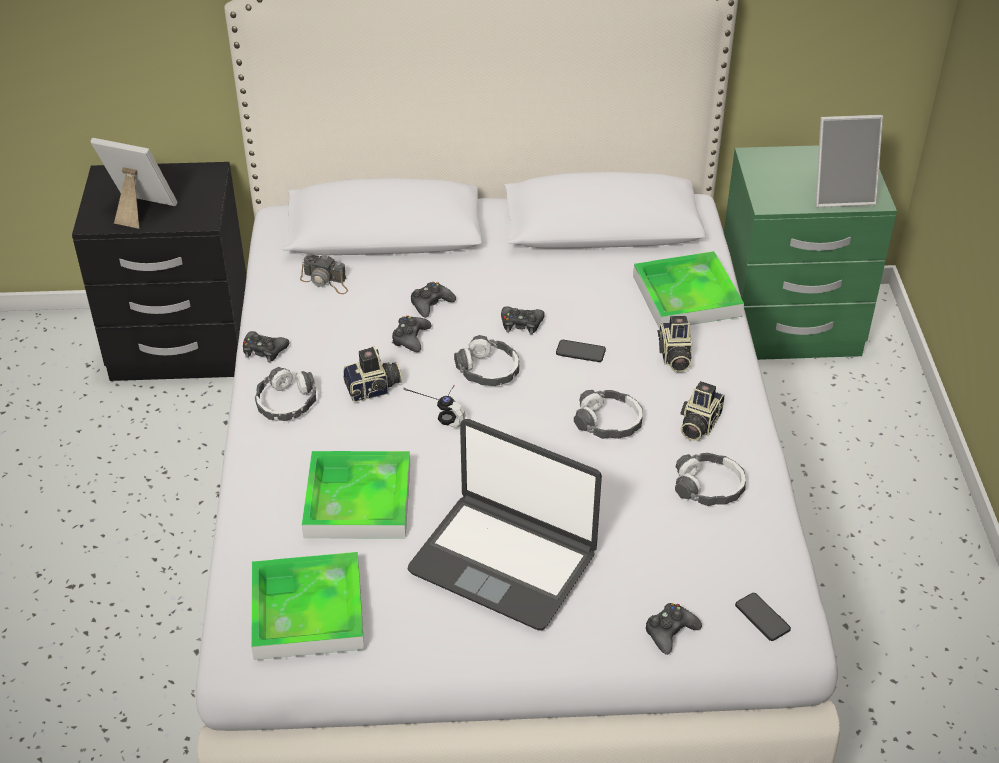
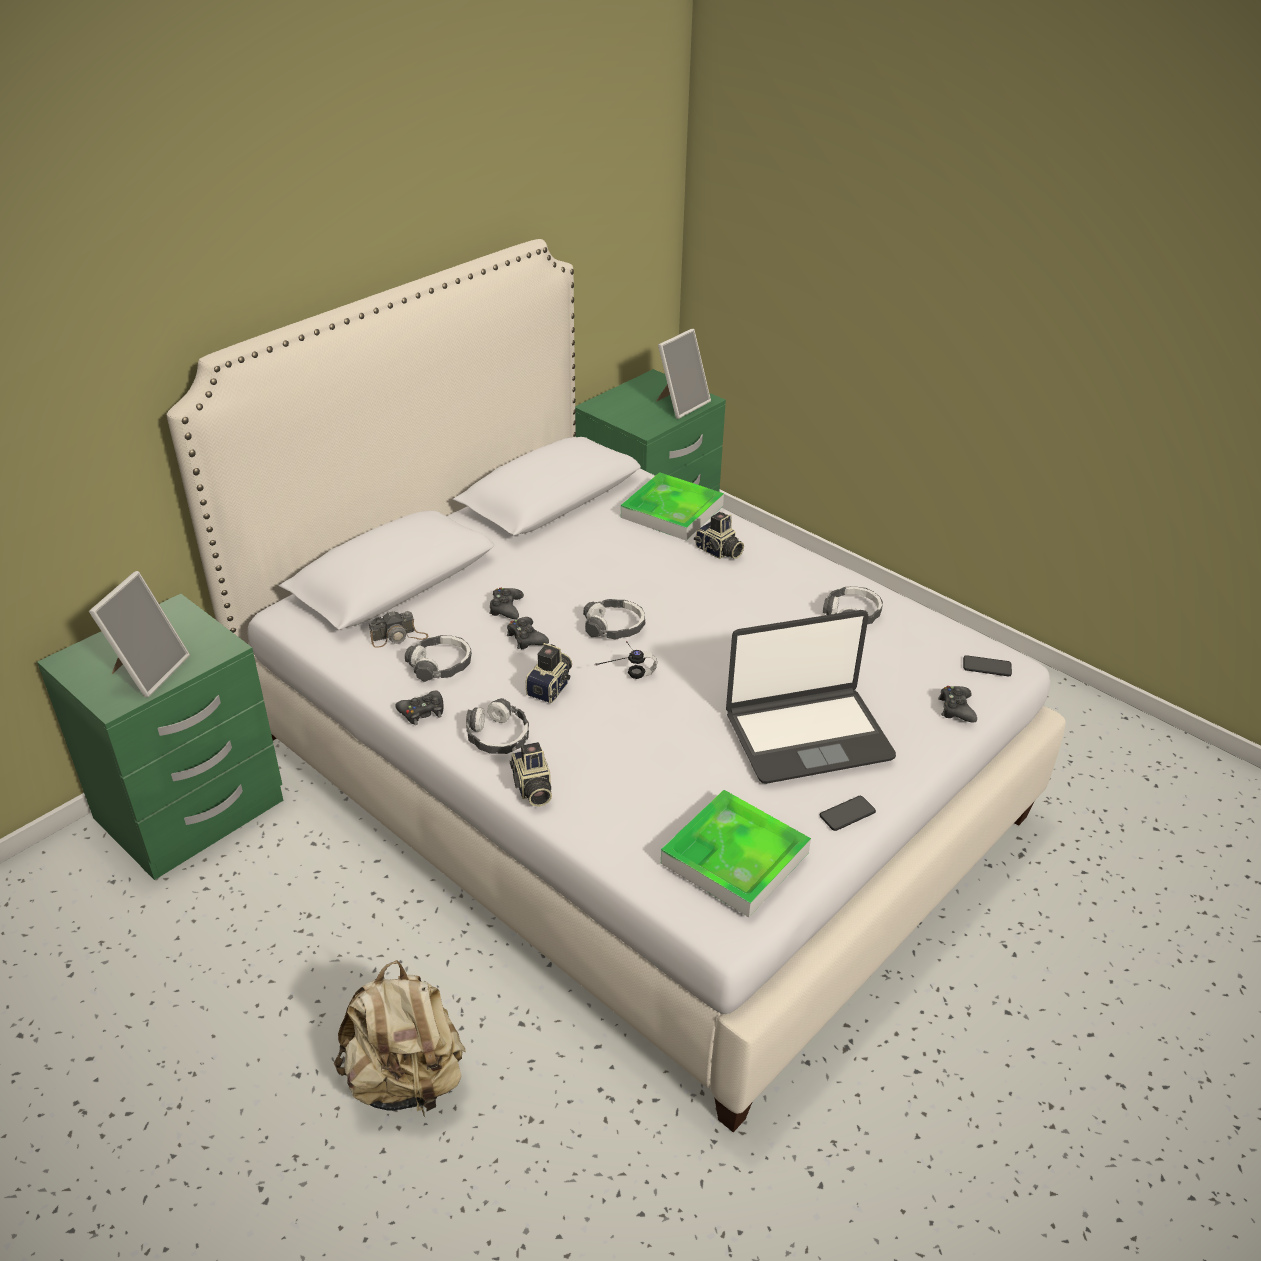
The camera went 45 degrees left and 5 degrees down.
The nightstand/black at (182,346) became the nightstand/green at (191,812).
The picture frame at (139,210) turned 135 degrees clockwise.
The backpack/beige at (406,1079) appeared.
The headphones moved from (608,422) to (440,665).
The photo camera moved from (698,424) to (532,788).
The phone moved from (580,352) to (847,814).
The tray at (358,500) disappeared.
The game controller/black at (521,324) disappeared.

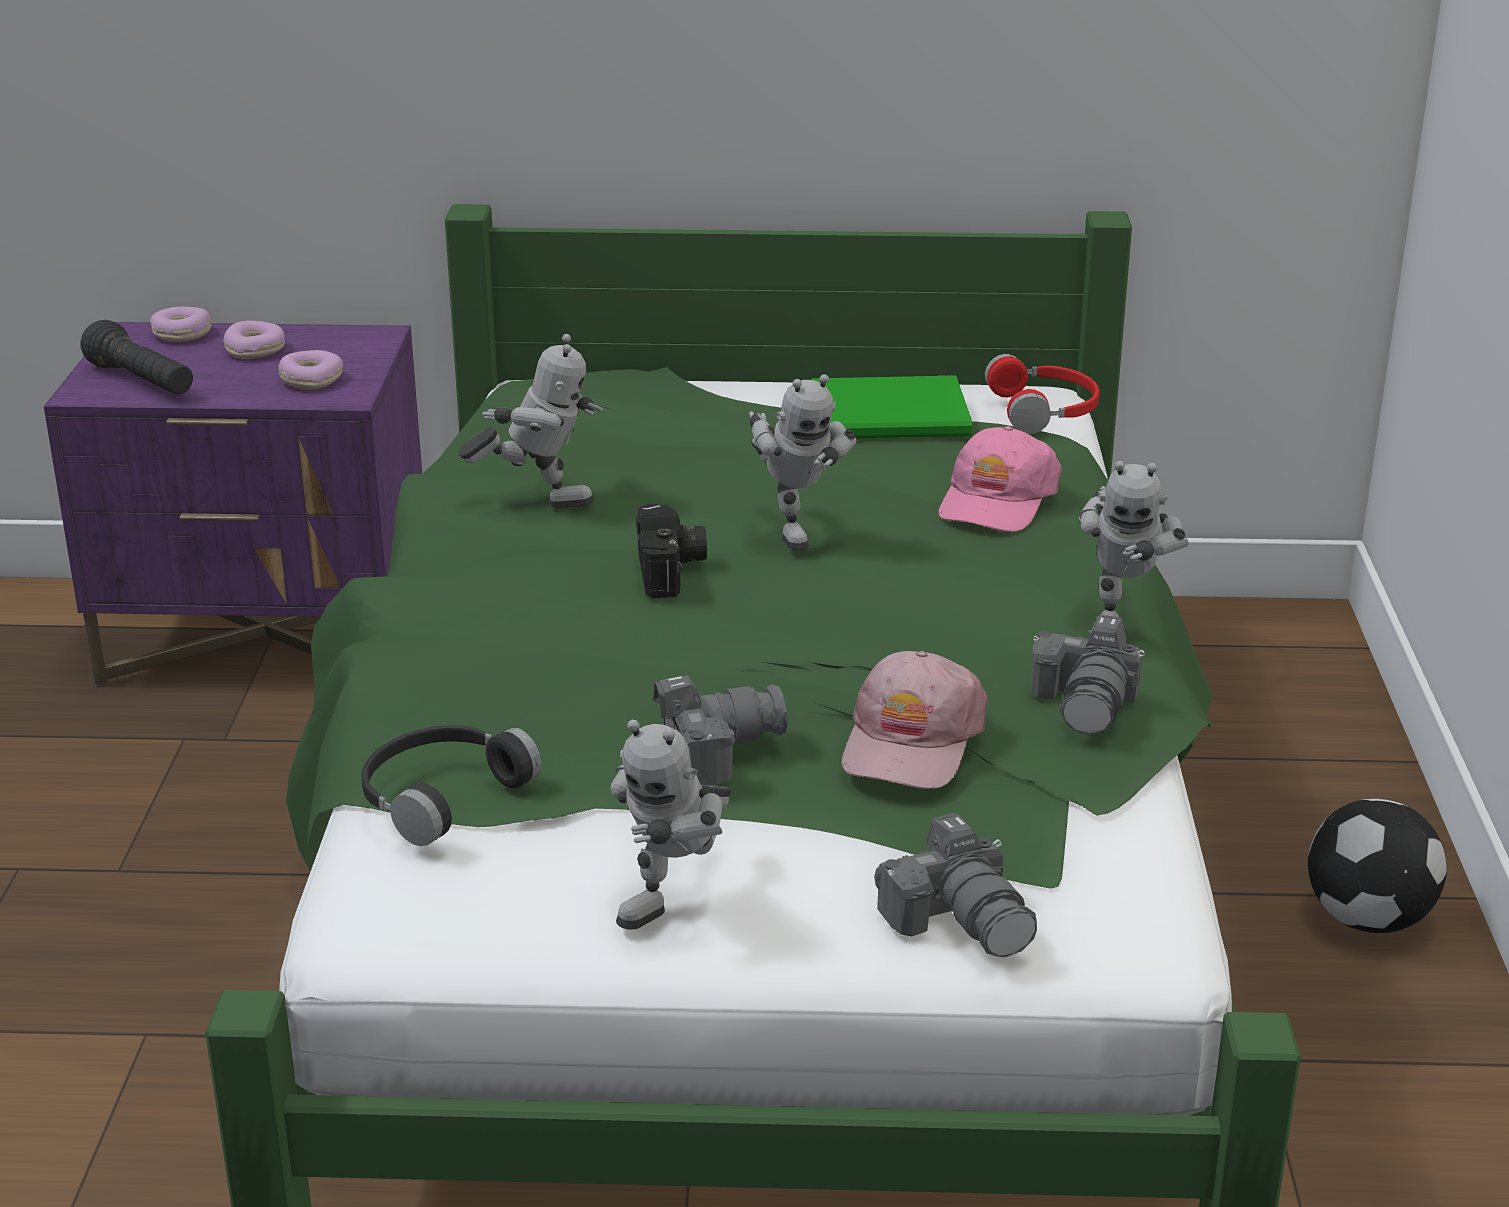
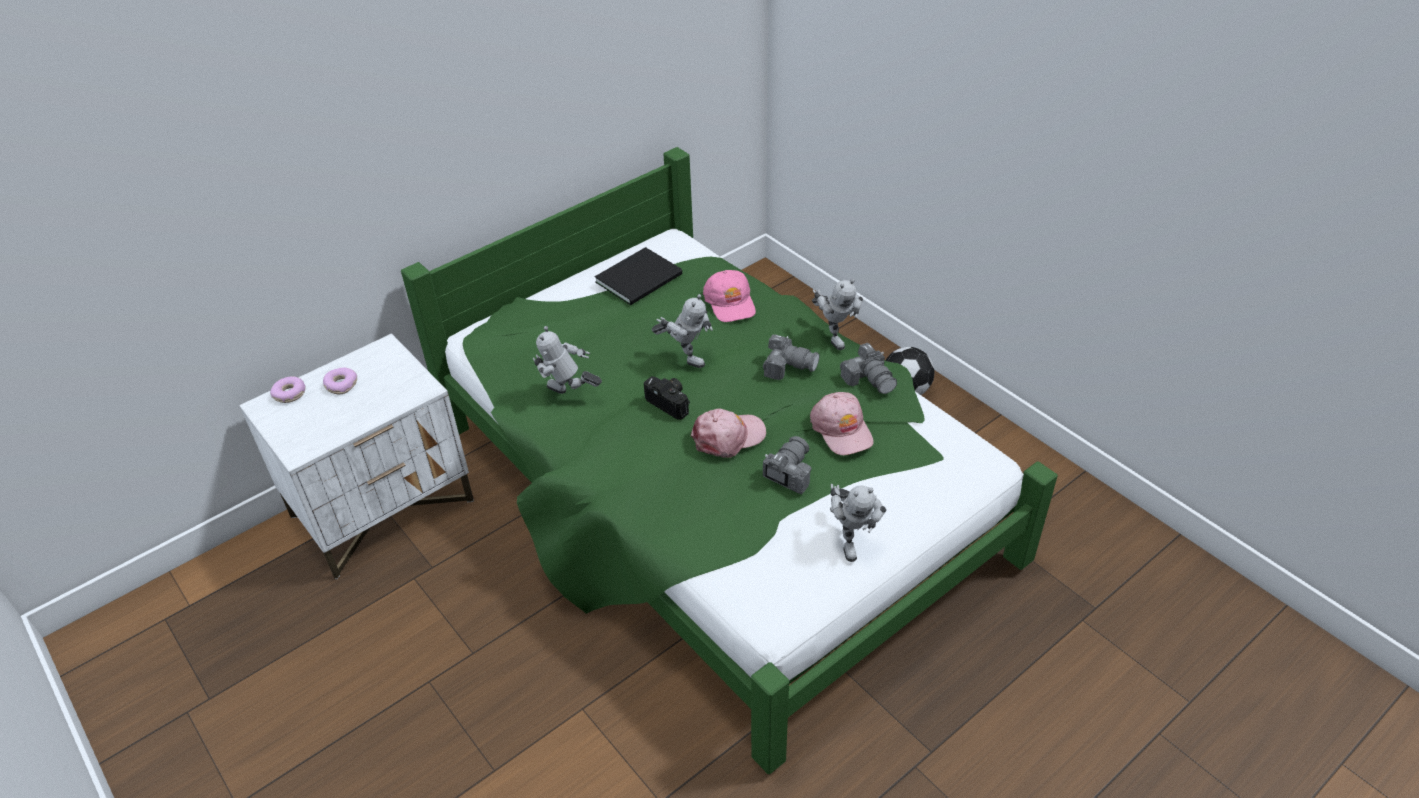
The camera went 40 degrees left and 15 degrees up.
The nightstand/purple at (270,638) became the nightstand/white at (383,508).
The toy robot at (539,501) turned 120 degrees counterclockwise.
The book/green at (894,415) became the book/black at (641,278).
The cap/pink at (728,437) appeared.
The photo camera moved from (960,919) to (788,366).
The flashlight/black at (142,382) disappeared.
The donut at (311,380) disappeared.
The headphones/black at (439,795) disappeared.
The headphones/red at (1045,410) disappeared.

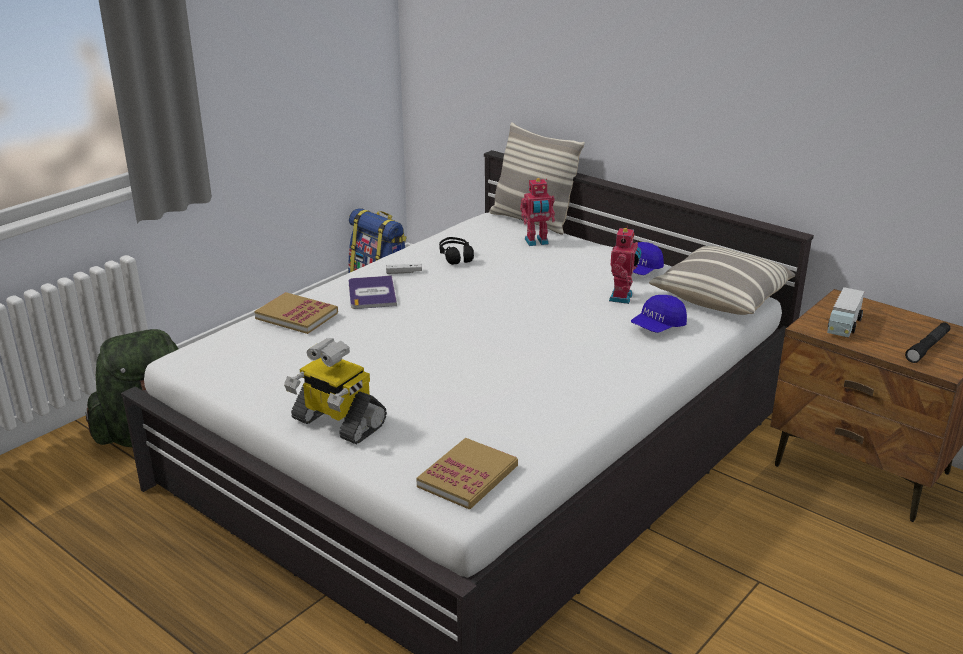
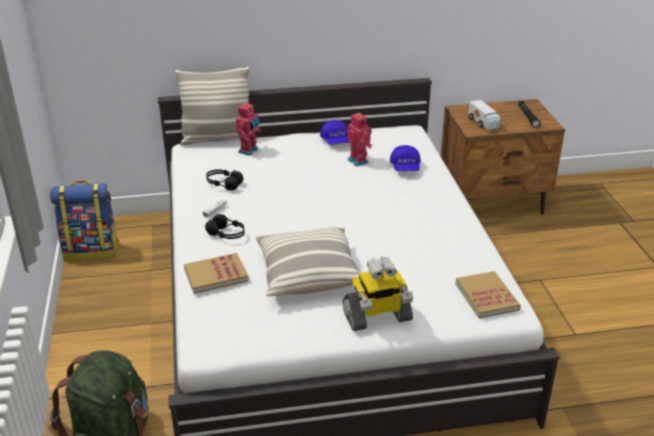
The camera went 50 degrees left and 5 degrees up.
The book at (372,293) was replaced by the headphones/black at (226,234).
The pillow moved from (722,297) to (308,274).

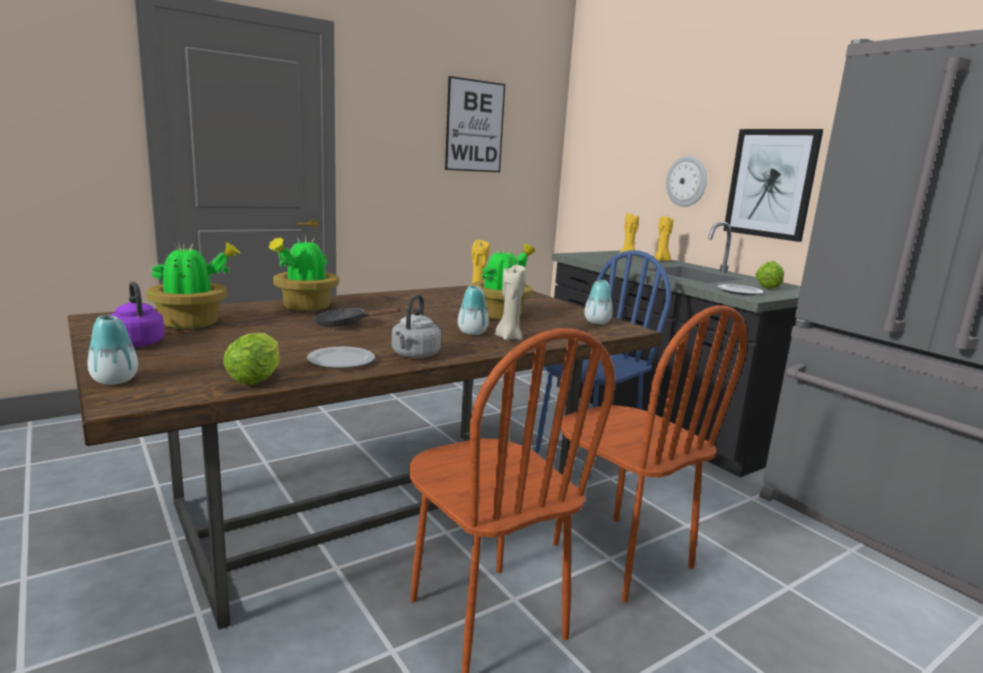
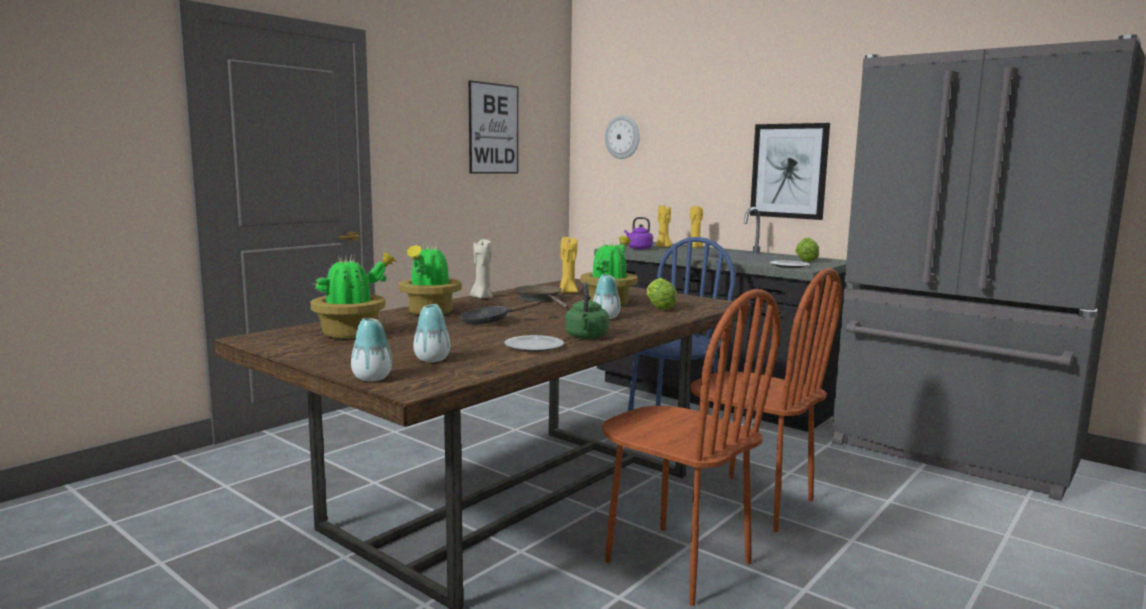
The camera went 15 degrees left and 5 degrees down.
The vase moved from (597,322) to (432,359).
The candle/beige moved from (508,338) to (481,297).
The frying pan/brown at (540,300) appeared.
The kettle/grey at (414,355) became the kettle/green at (586,337).
The wall clock moved from (687,181) to (622,137).
The kettle/purple moved from (137,343) to (638,248).
The lettuce moved from (257,377) to (658,307).

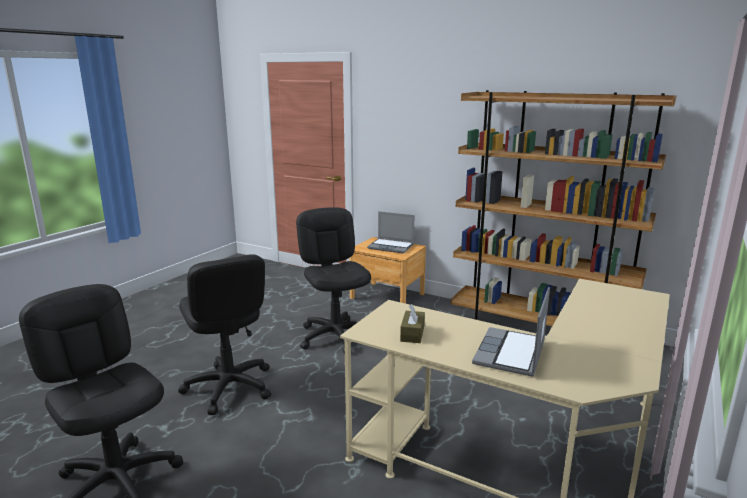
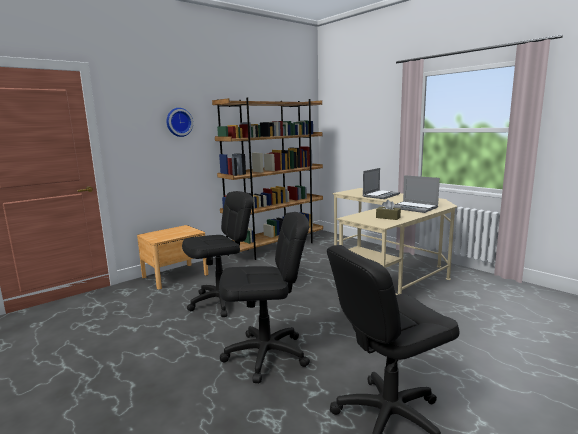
The camera went 70 degrees left and 5 degrees down.
The wall clock at (178,122) appeared.
The office chair/black at (336,336) turned 150 degrees clockwise.
The laptop moved from (391,247) to (380,195).

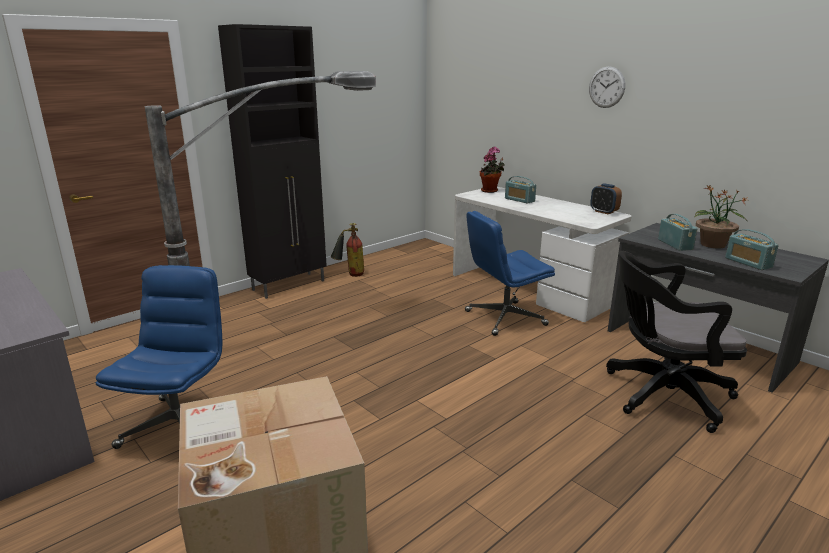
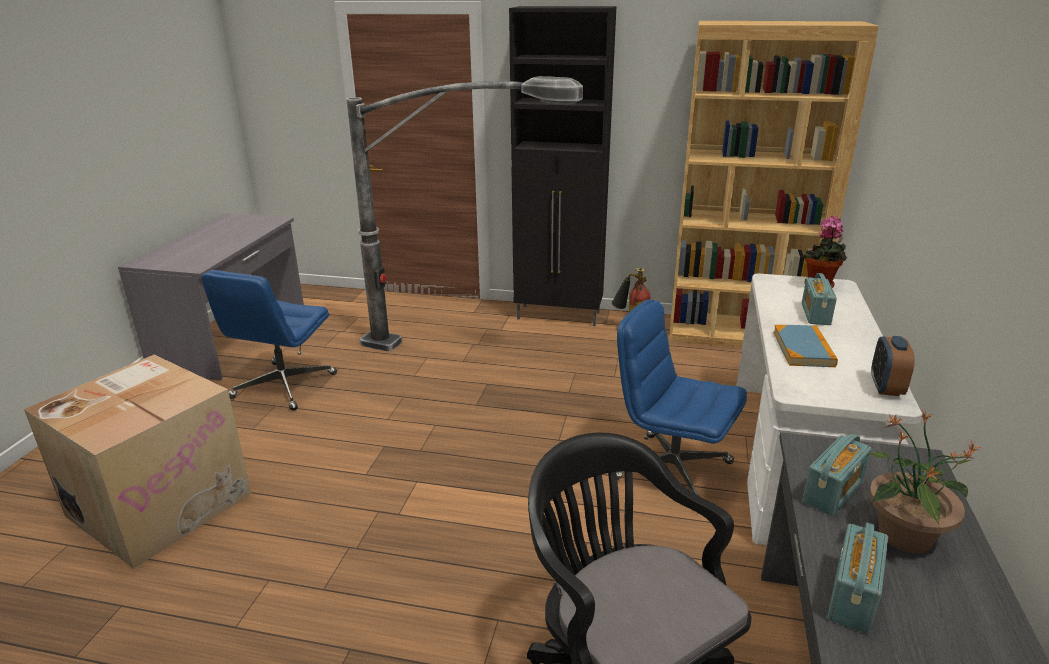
The camera went 55 degrees right and 5 degrees up.
The office chair/blue at (179,425) turned 135 degrees clockwise.
The bookcase/brown at (739,335) appeared.
The book at (803,349) appeared.
The wall clock at (606,87) disappeared.

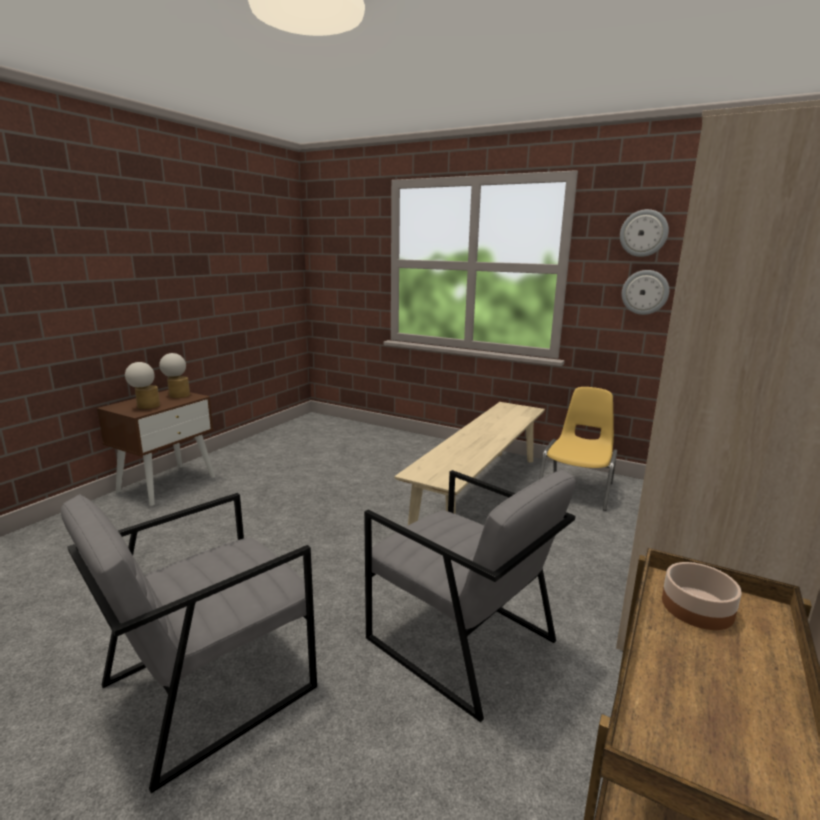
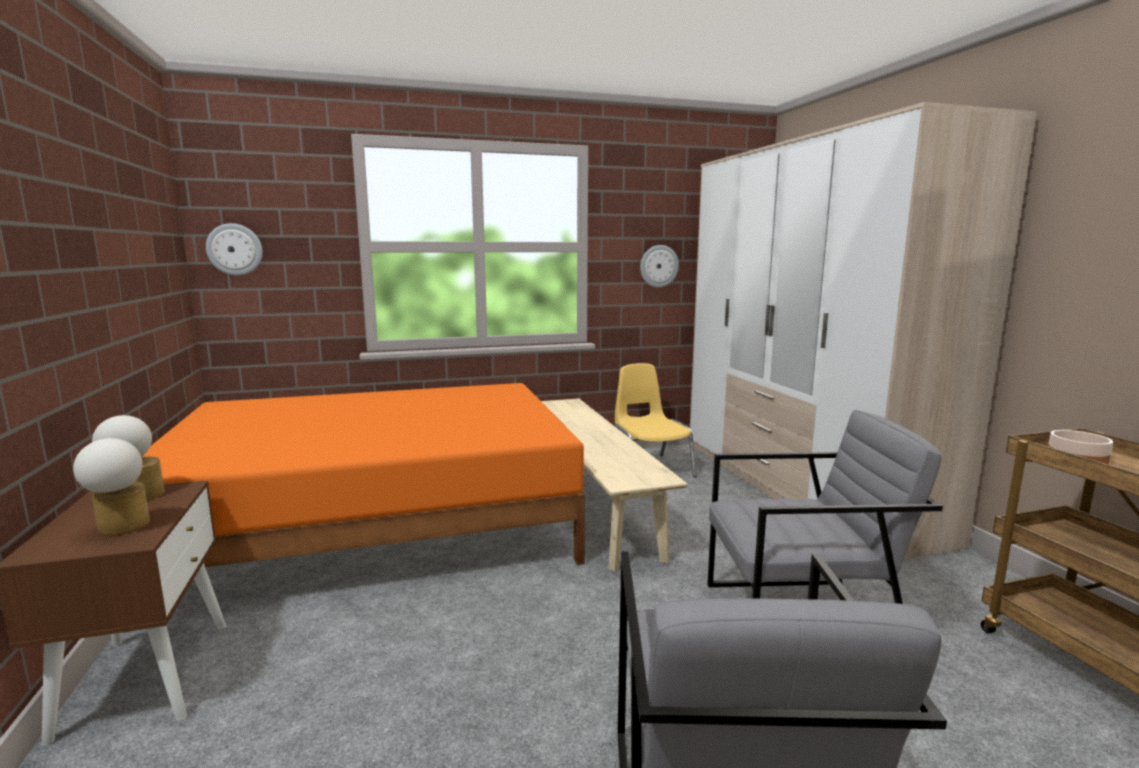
The camera went 45 degrees left and 5 degrees down.
The bed/orange at (378,528) appeared.
The wall clock moved from (643,233) to (234,249).

